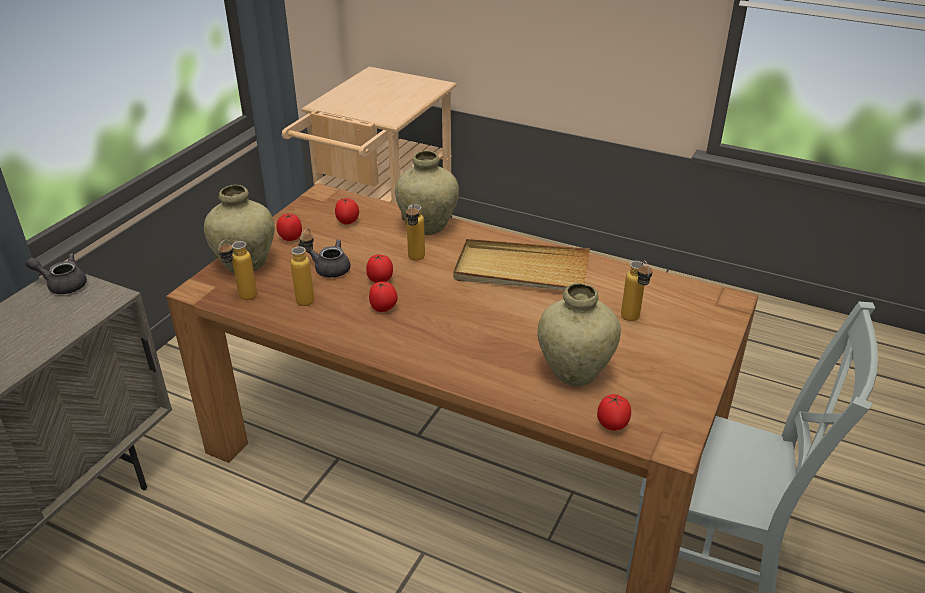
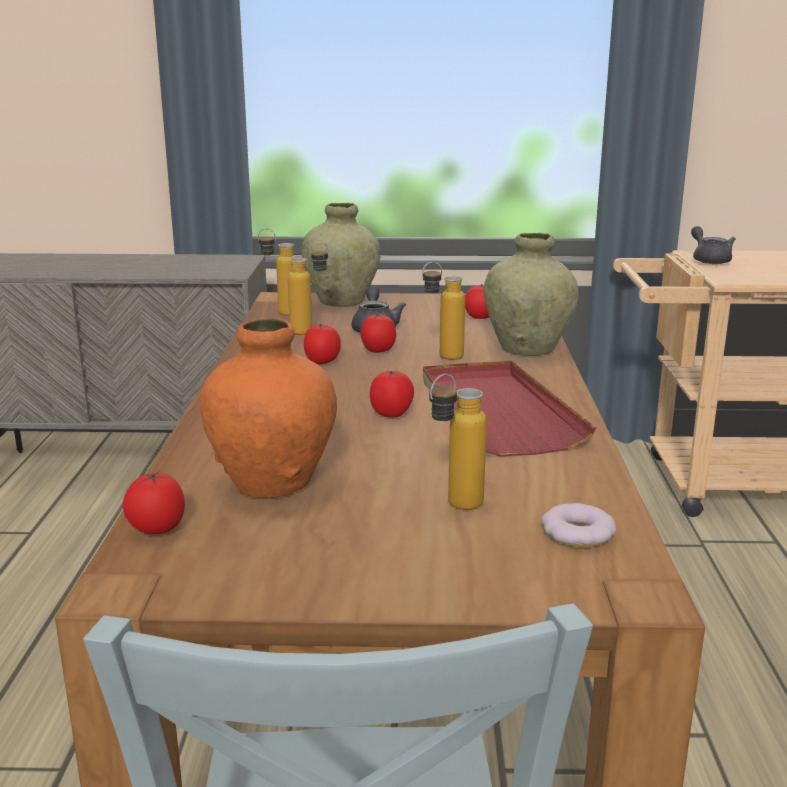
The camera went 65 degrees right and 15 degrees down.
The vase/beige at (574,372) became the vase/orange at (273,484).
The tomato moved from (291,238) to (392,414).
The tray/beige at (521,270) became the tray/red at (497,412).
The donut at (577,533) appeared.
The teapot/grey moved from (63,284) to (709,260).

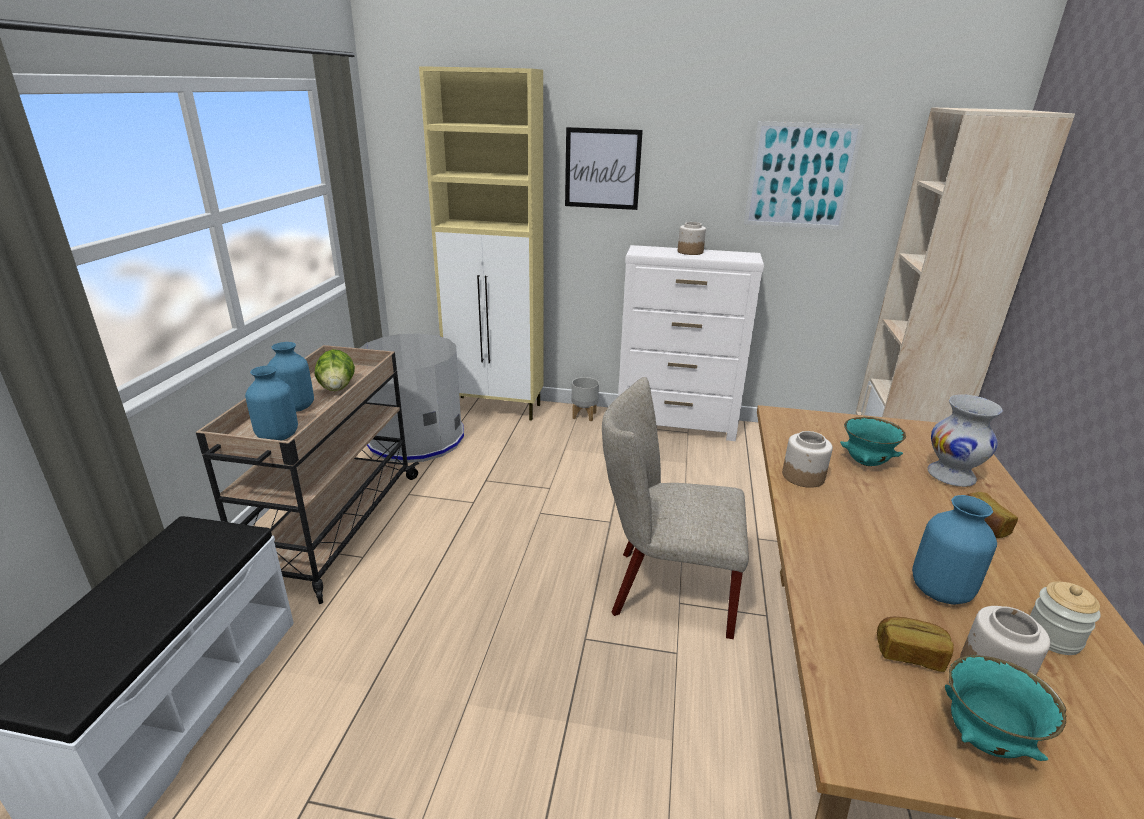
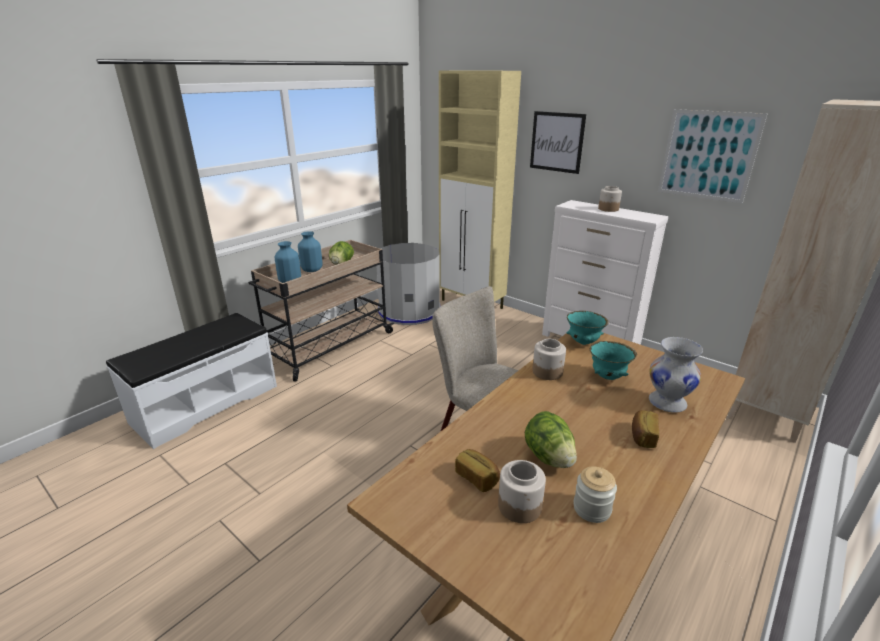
The camera went 30 degrees right and 0 degrees up.
The vase/blue at (939,590) was replaced by the lettuce at (548,457).
The bowl/turquoise moved from (985,740) to (583,342).
The planter/grey at (583,415) disappeared.

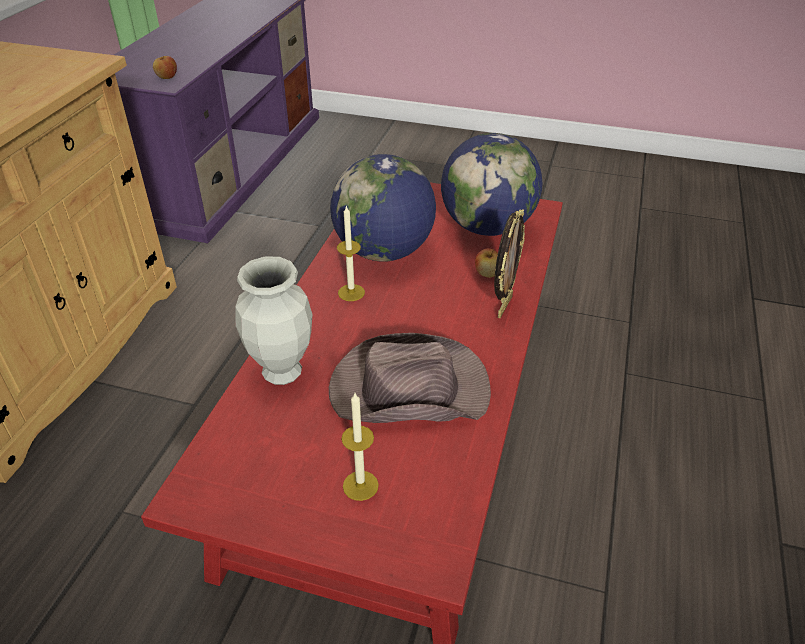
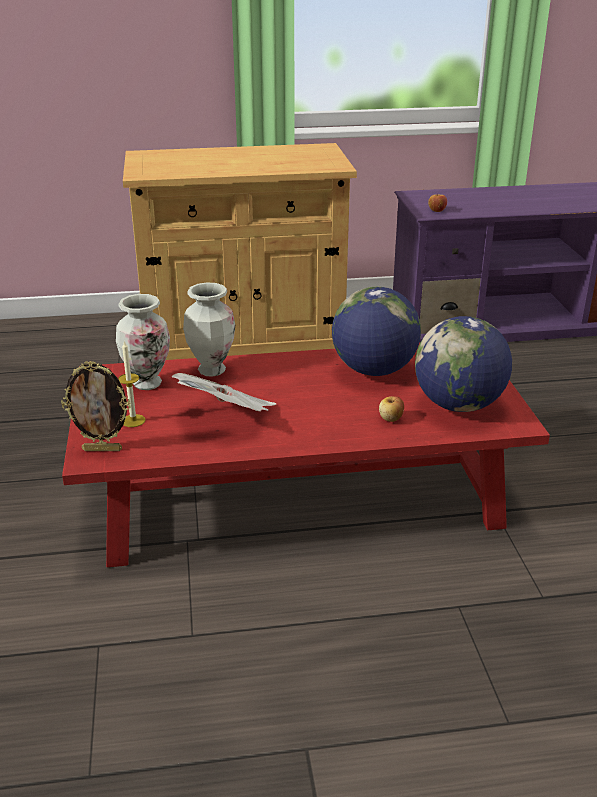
The camera went 65 degrees right and 10 degrees down.
The picture frame moved from (503,306) to (103,449).
The vase at (147,383) appeared.
The hat/brown at (407,389) was replaced by the newspaper at (228,416).
The candle at (351,292) disappeared.

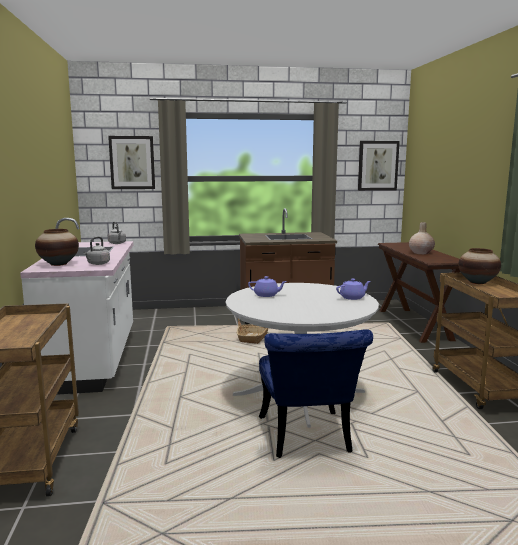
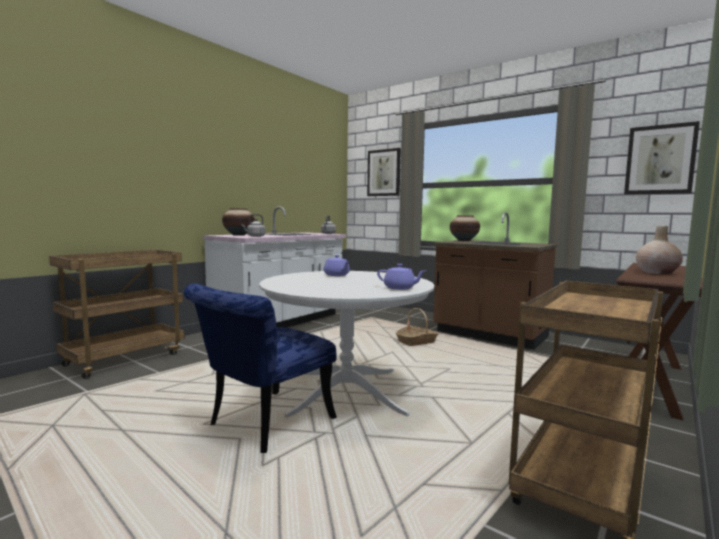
The camera went 45 degrees right and 5 degrees down.
The vase moved from (477,282) to (464,240).

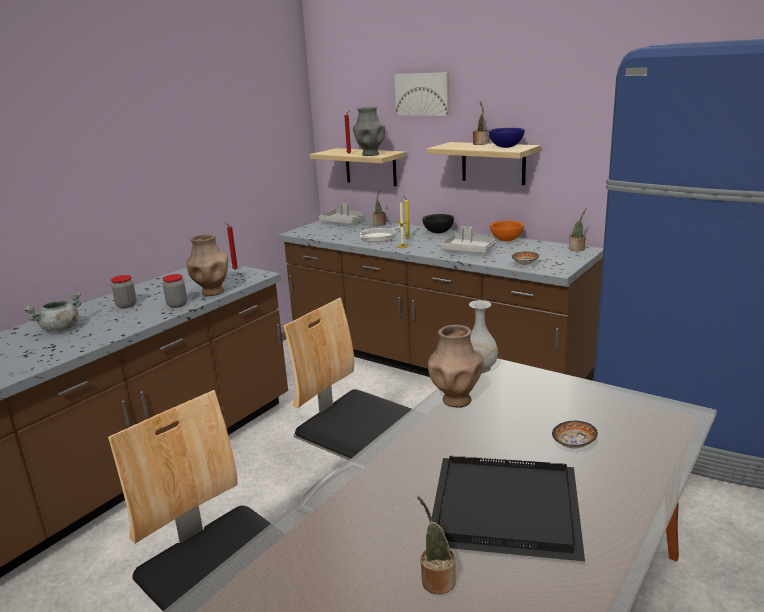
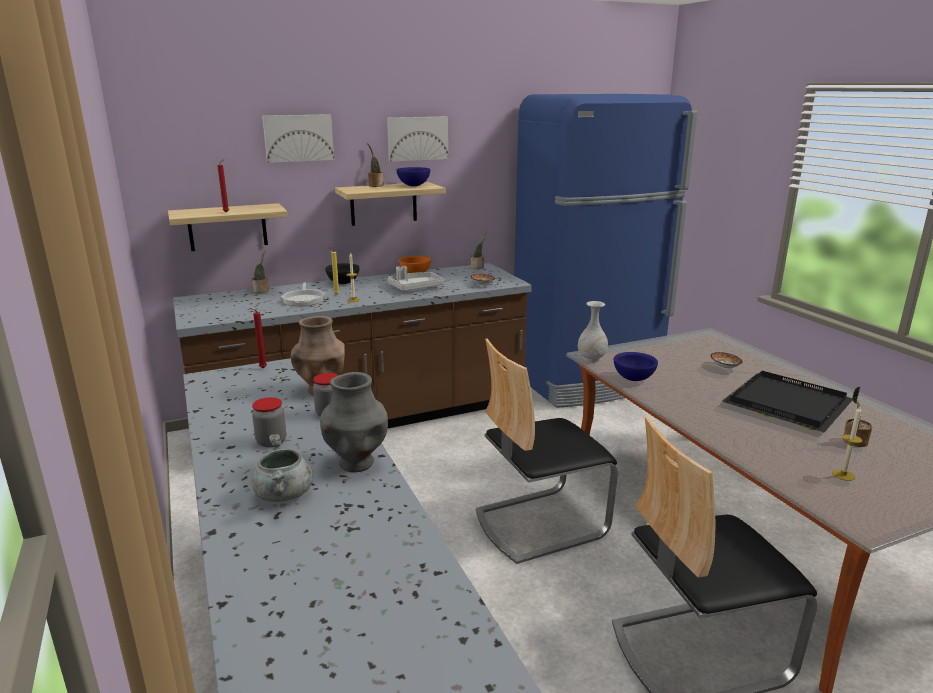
The camera went 60 degrees left and 0 degrees up.
The vase/grey moved from (370,154) to (356,463).
The picture at (417,138) appeared.
The vase/brown at (456,400) was replaced by the bowl/blue at (634,378).
The candle at (843,475) appeared.
The tray/grey at (343,222) disappeared.

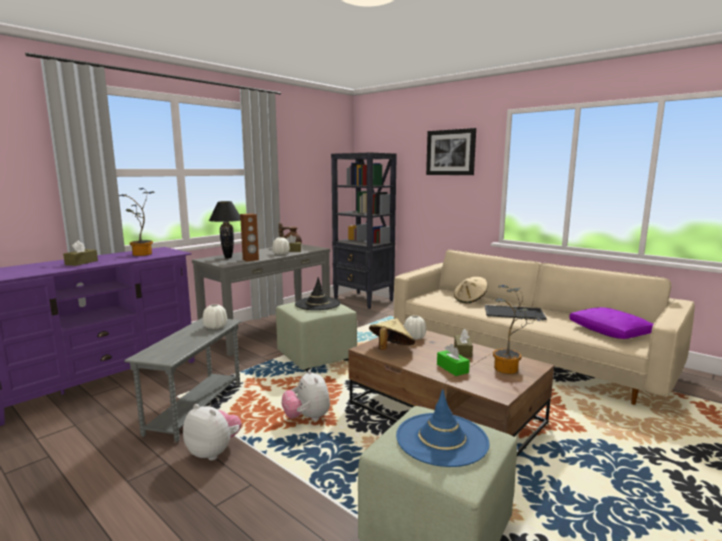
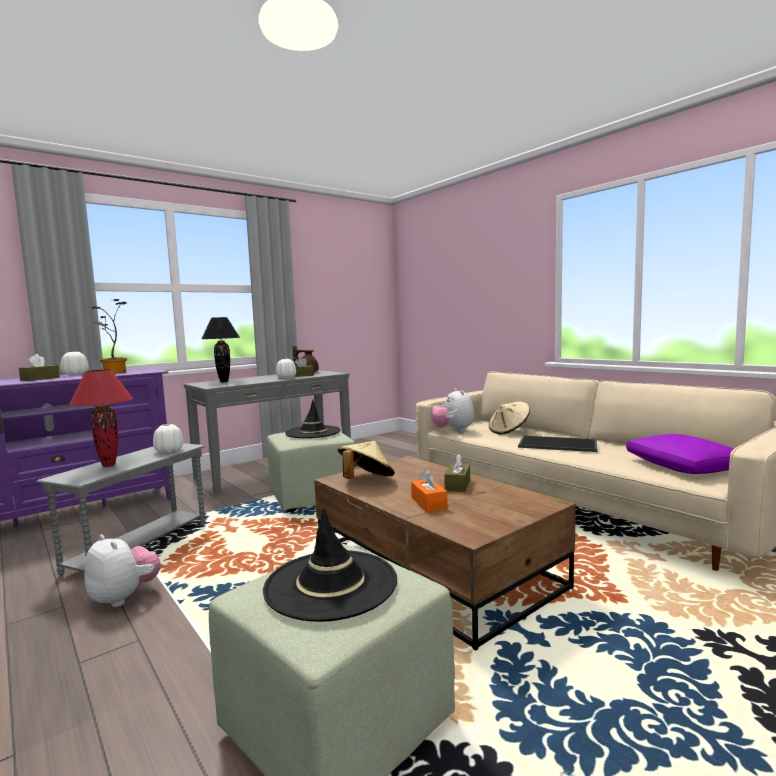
The camera went 10 degrees right and 5 degrees down.
The vase/white moved from (414,337) to (75,374).
The table lamp/red at (109,465) appeared.
The hat/blue at (442,439) became the hat/black at (331,584).
The tissue box/green at (452,368) became the tissue box/orange at (429,503).
The plush toy moved from (307,418) to (453,431).
The speaker/brown at (250,259) disappeared.
The bookcase/black at (363,300) disappeared.
The picture at (450,152) disappeared.
The potted plant at (509,370) disappeared.

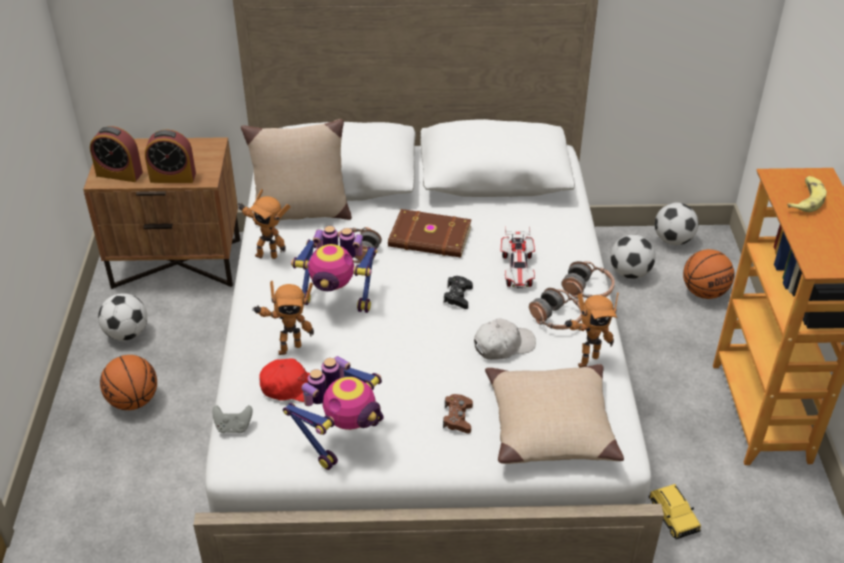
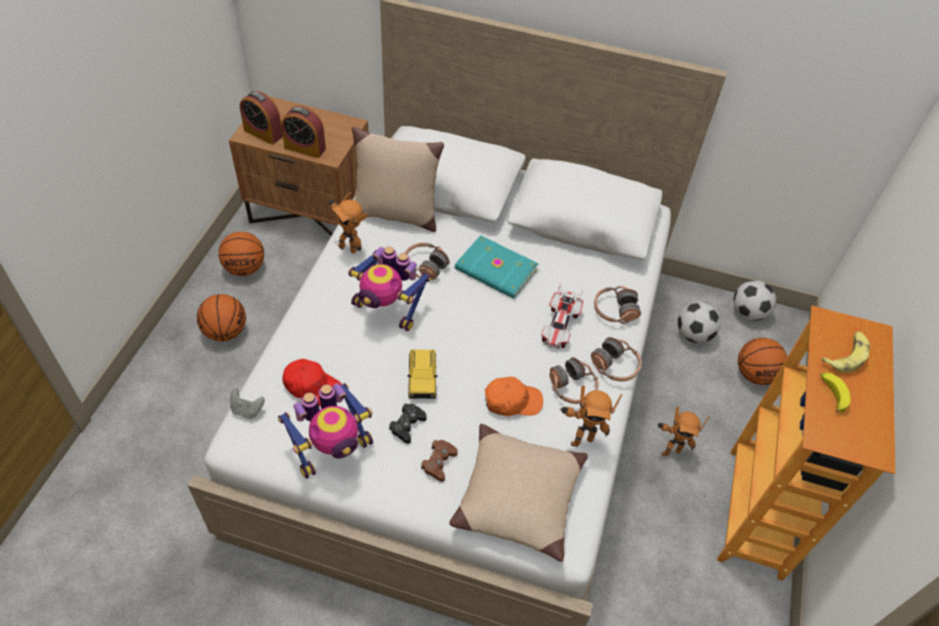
The camera went 15 degrees right and 10 degrees up.
The football at (127,334) was replaced by the basketball at (245,268).
The game controller/black moved from (458,296) to (407,425).
The toy car/yellow moved from (673,516) to (422,378).
The book/brown at (430,238) became the book/turquoise at (495,271).
The cap/white at (503,345) became the cap/orange at (512,401).
The headphones at (615,310) appeared.
The toy robot moved from (288,347) to (669,450).
The banana at (831,394) appeared.

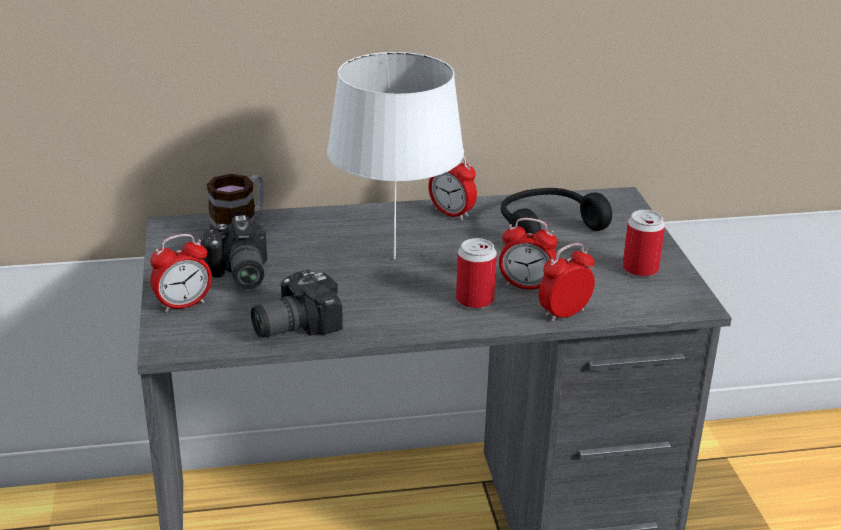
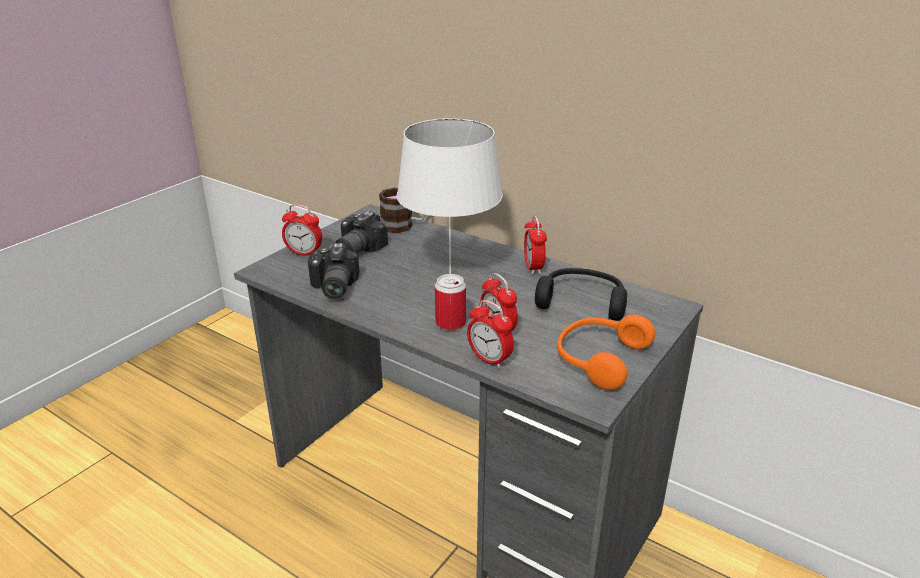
The camera went 45 degrees right and 0 degrees up.
The photo camera at (292,324) turned 105 degrees counterclockwise.
The alarm clock at (564,314) turned 150 degrees counterclockwise.
The can at (640,269) was replaced by the headphones/orange at (598,359).

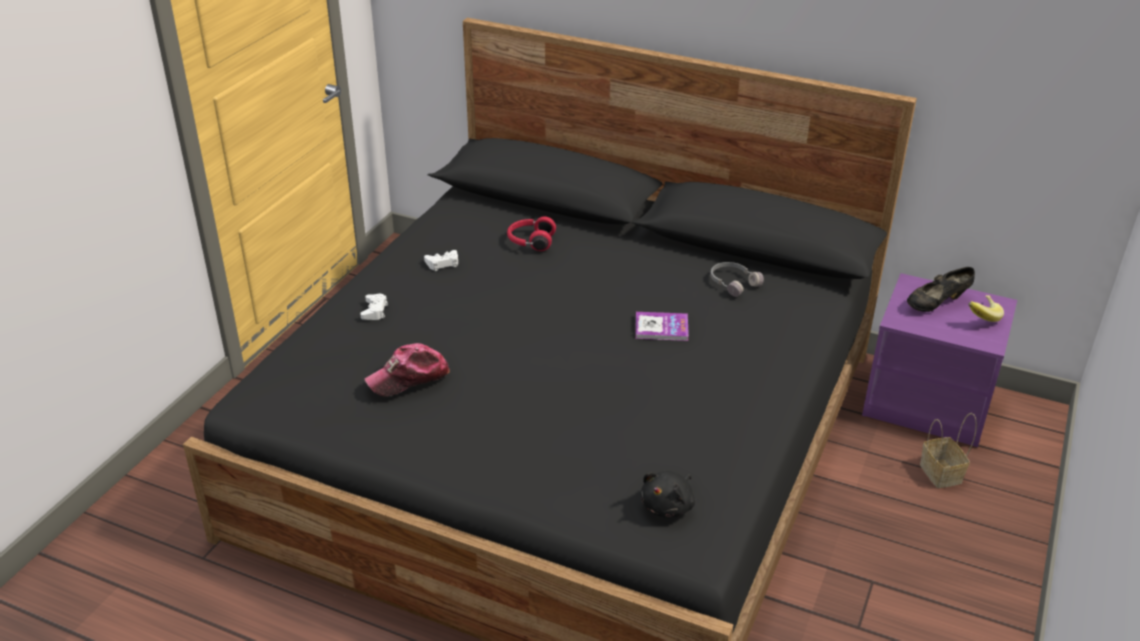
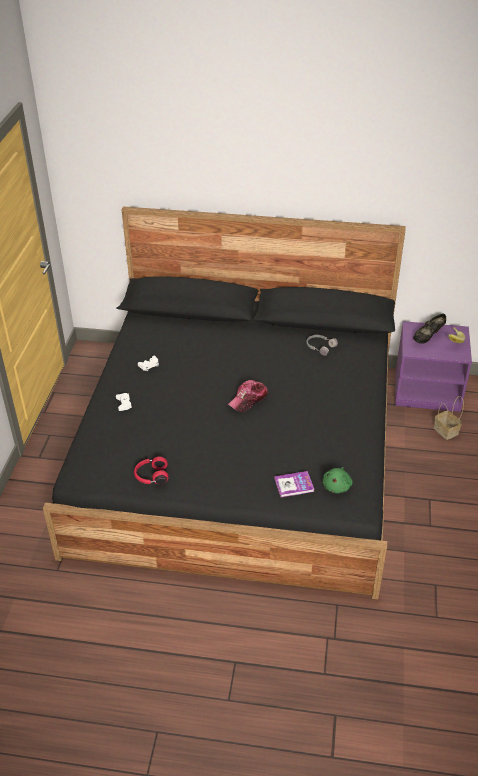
The camera went 15 degrees left and 5 degrees up.
The headphones/red moved from (530,242) to (151,476).
The cap moved from (408,377) to (248,399).
The book moved from (661,328) to (294,485).
The plush toy/black at (668,506) became the plush toy/green at (337,486).

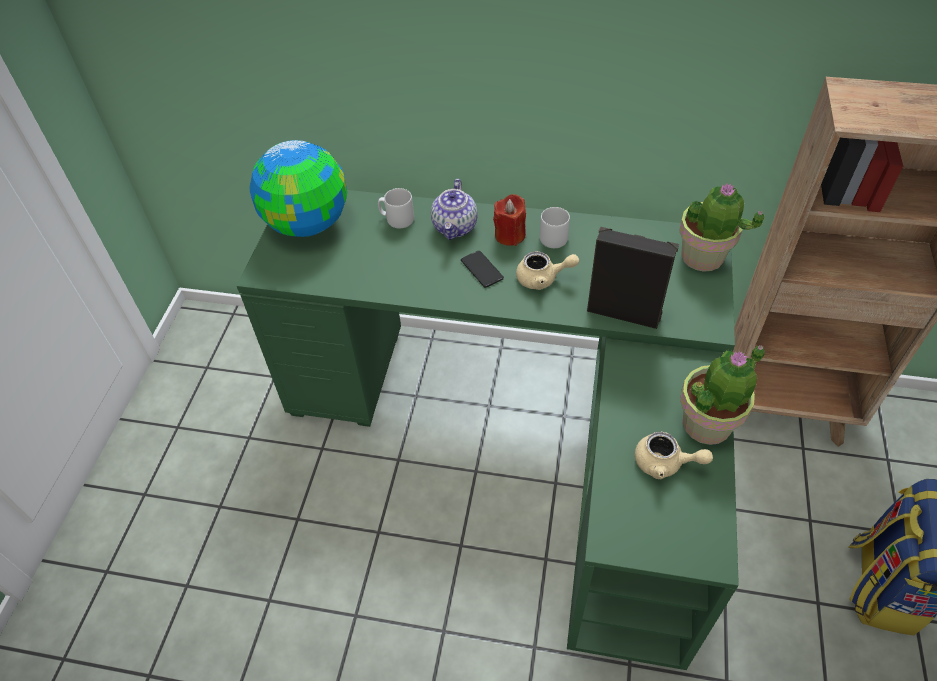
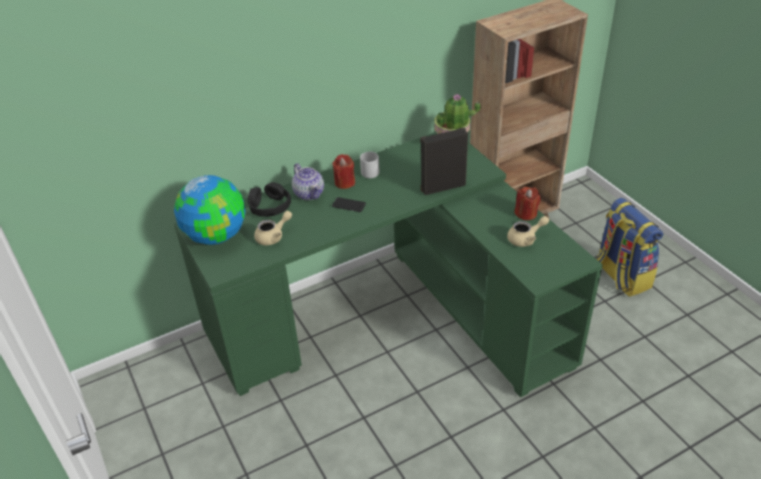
The camera went 40 degrees left and 10 degrees down.
The mug/grey at (397,219) was replaced by the headphones/black at (269,206).
The teapot/beige moved from (542,279) to (273,236).
The potted plant at (708,424) was replaced by the candle/red at (526,213).

